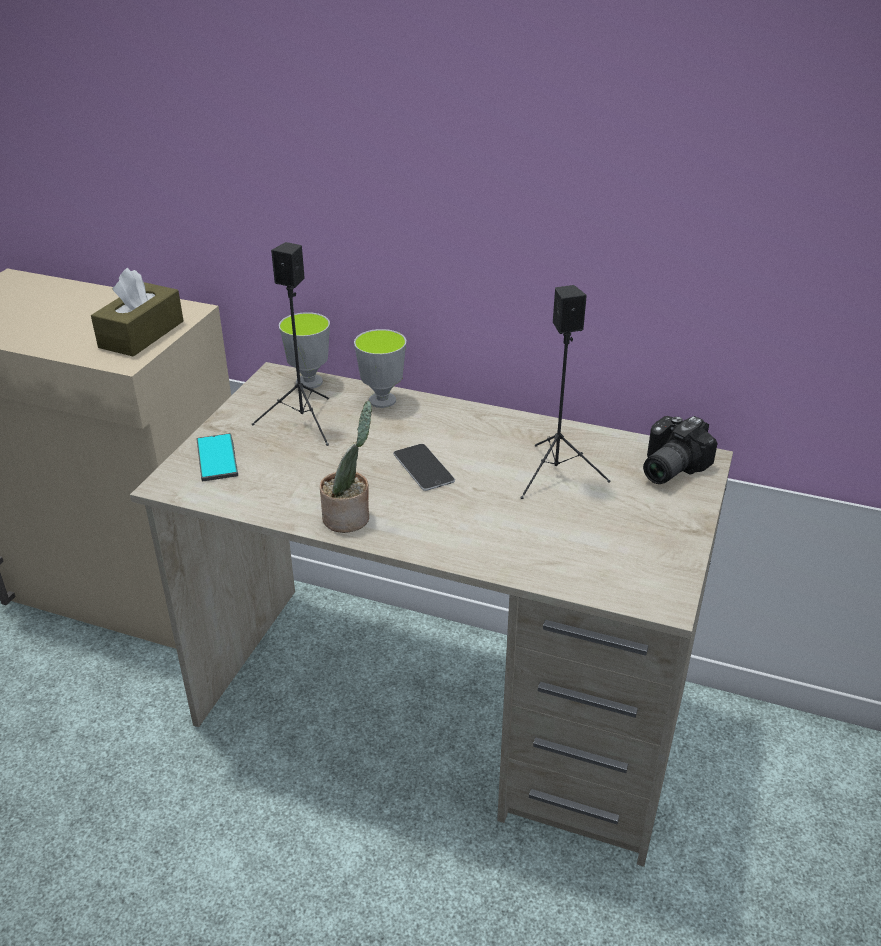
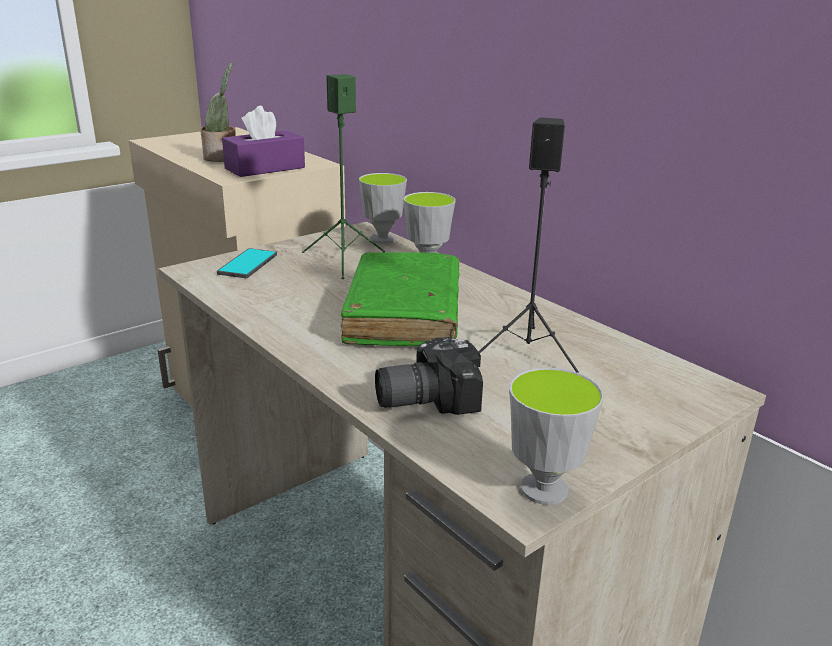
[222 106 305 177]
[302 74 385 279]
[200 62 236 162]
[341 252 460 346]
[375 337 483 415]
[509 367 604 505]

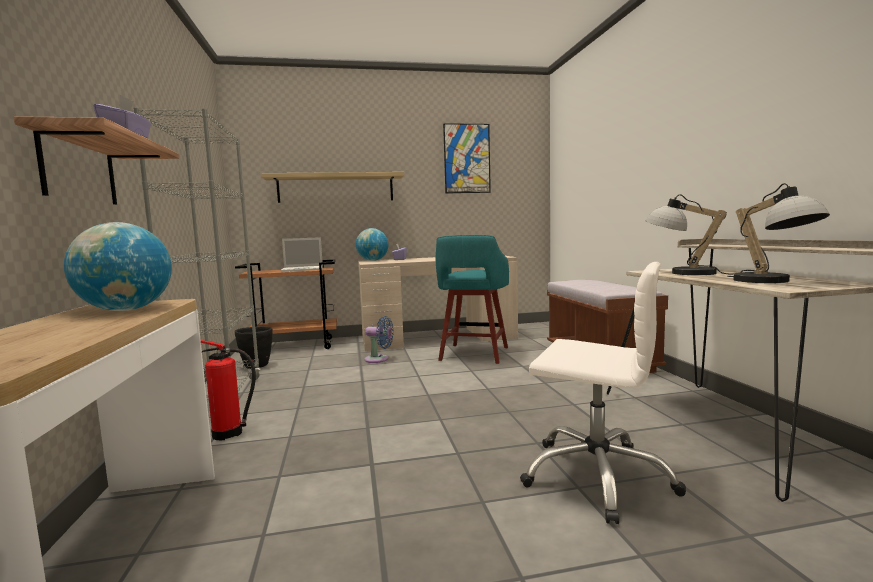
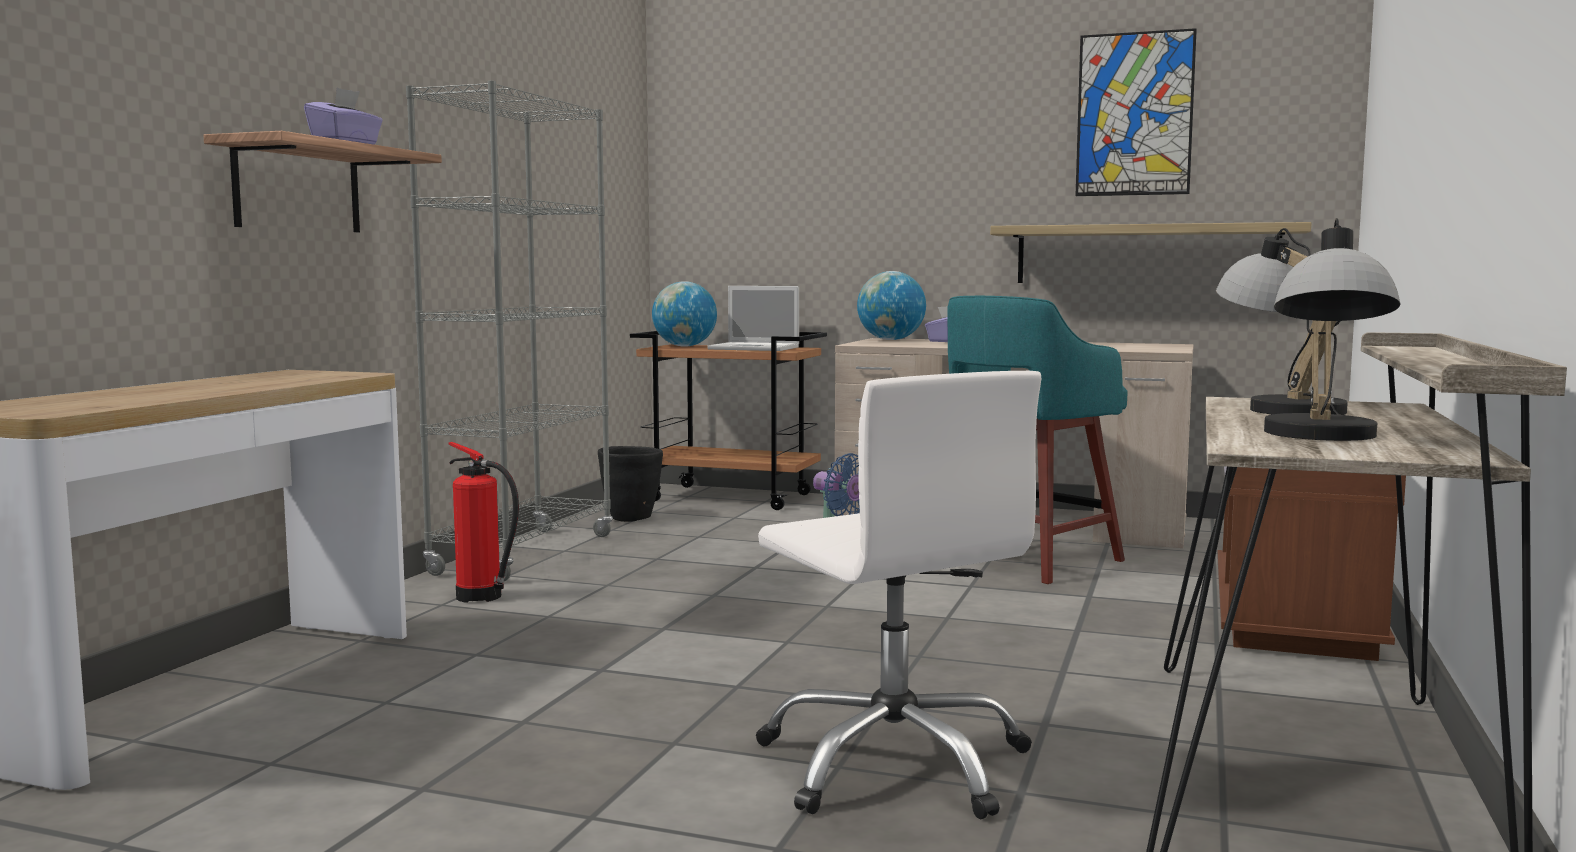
[652 281 717 347]
[990 222 1311 283]

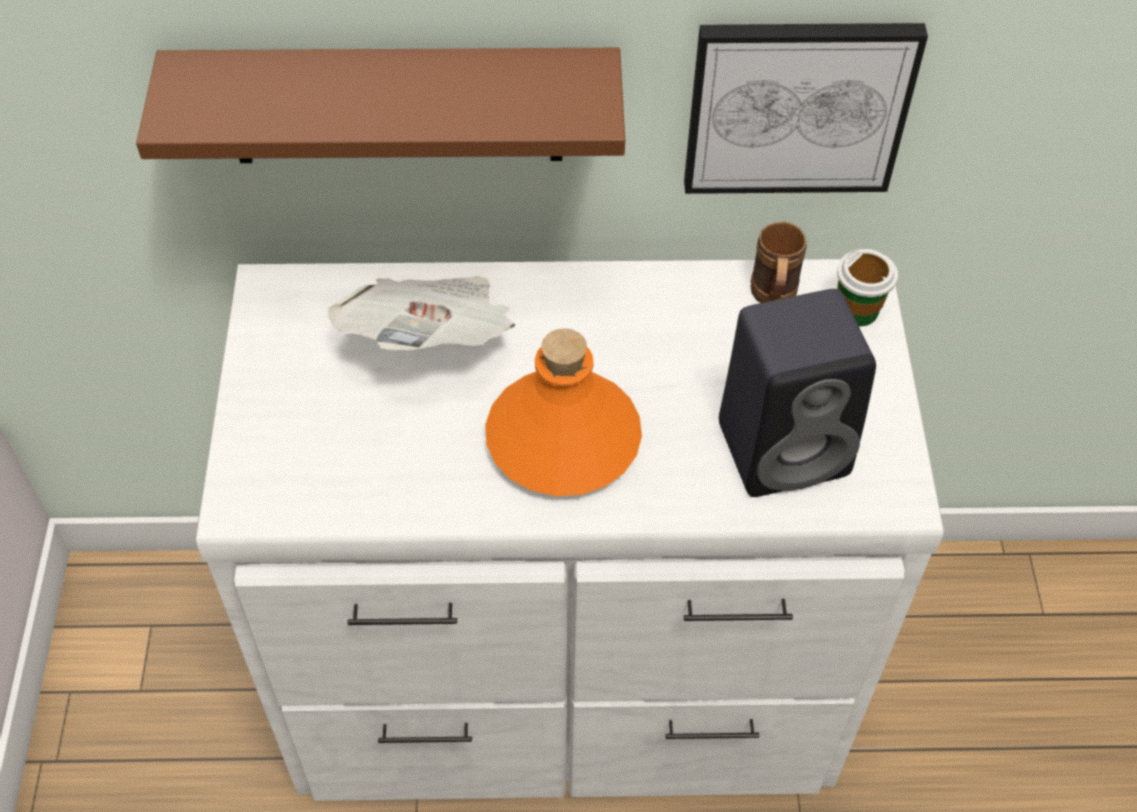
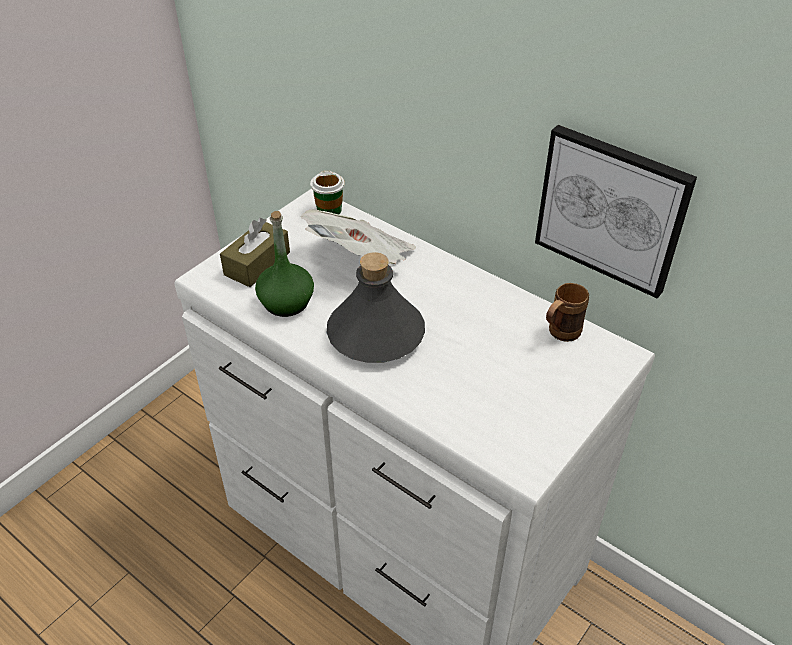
[136 48 625 163] (first image)
[327 252 425 363]
[719 289 876 497] (first image)
[310 170 345 214]
[220 218 290 287]
[255 211 314 317]

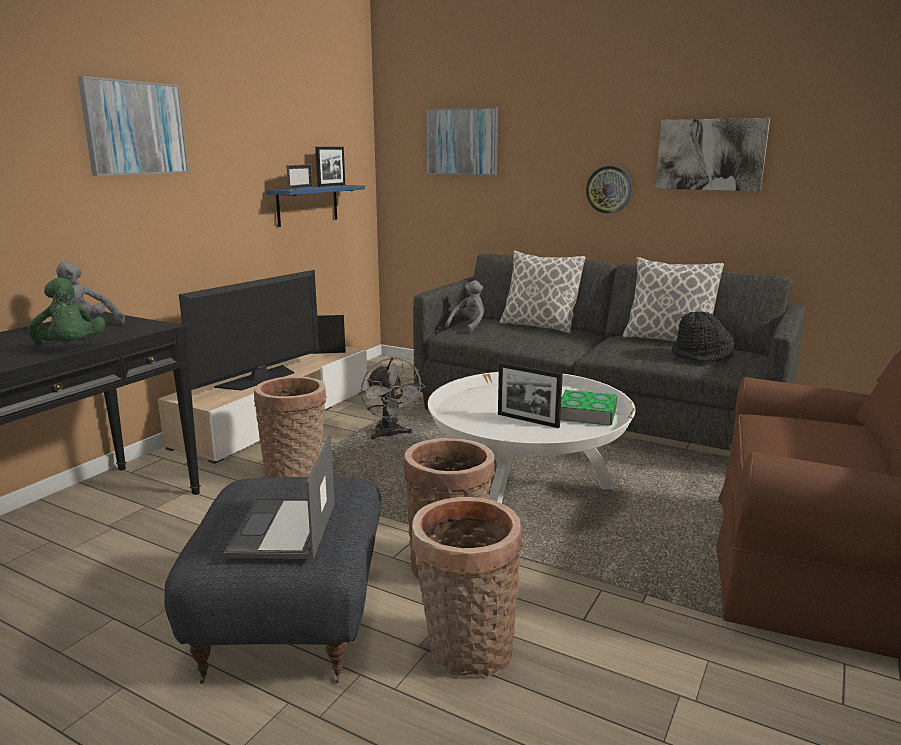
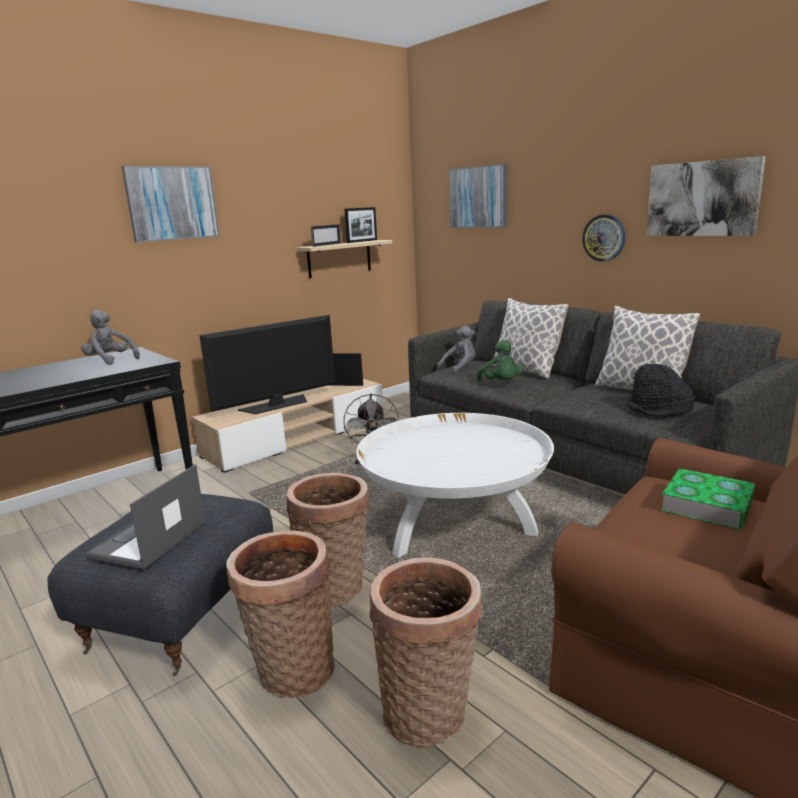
[477 340 524 381]
[369 557 483 747]
[296 240 392 278]
[498 362 563 428] (first image)
[661 468 755 530]

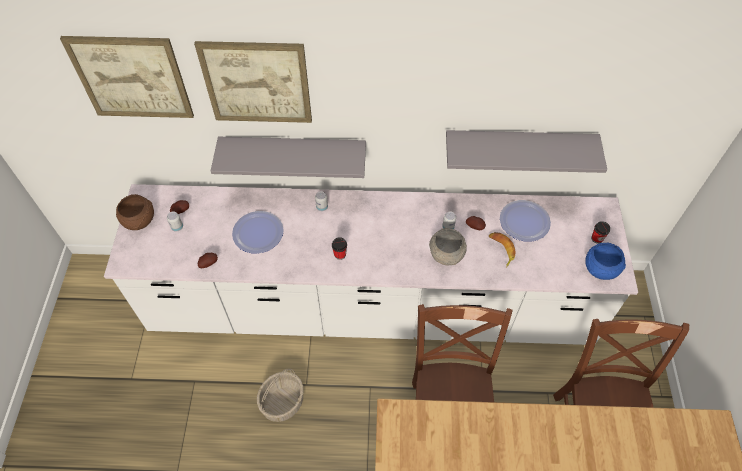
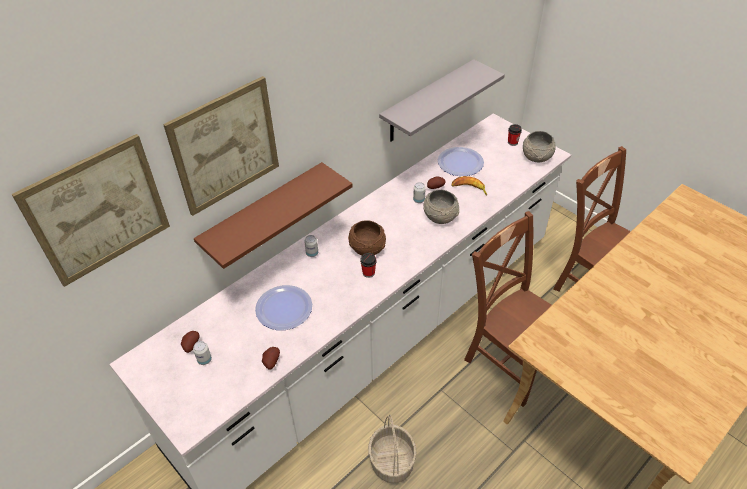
[348 220 386 255]
[194 162 353 269]
[523 131 556 162]

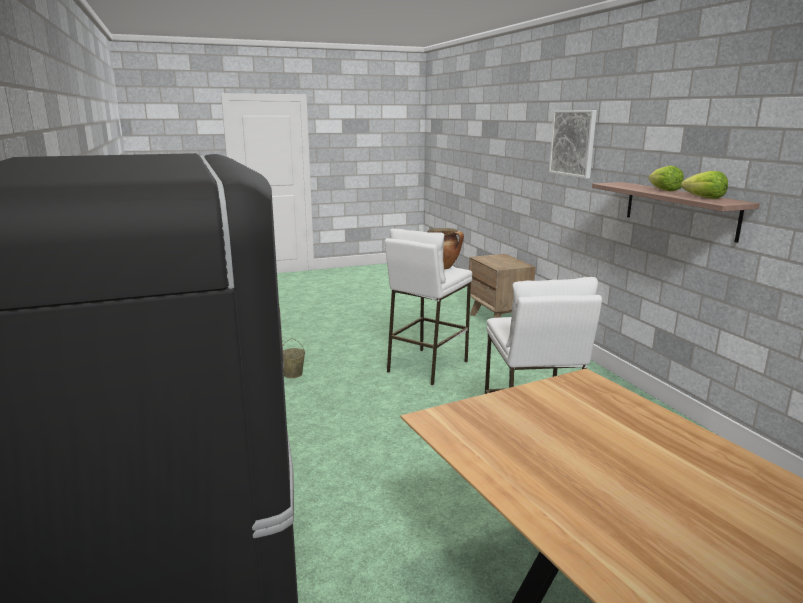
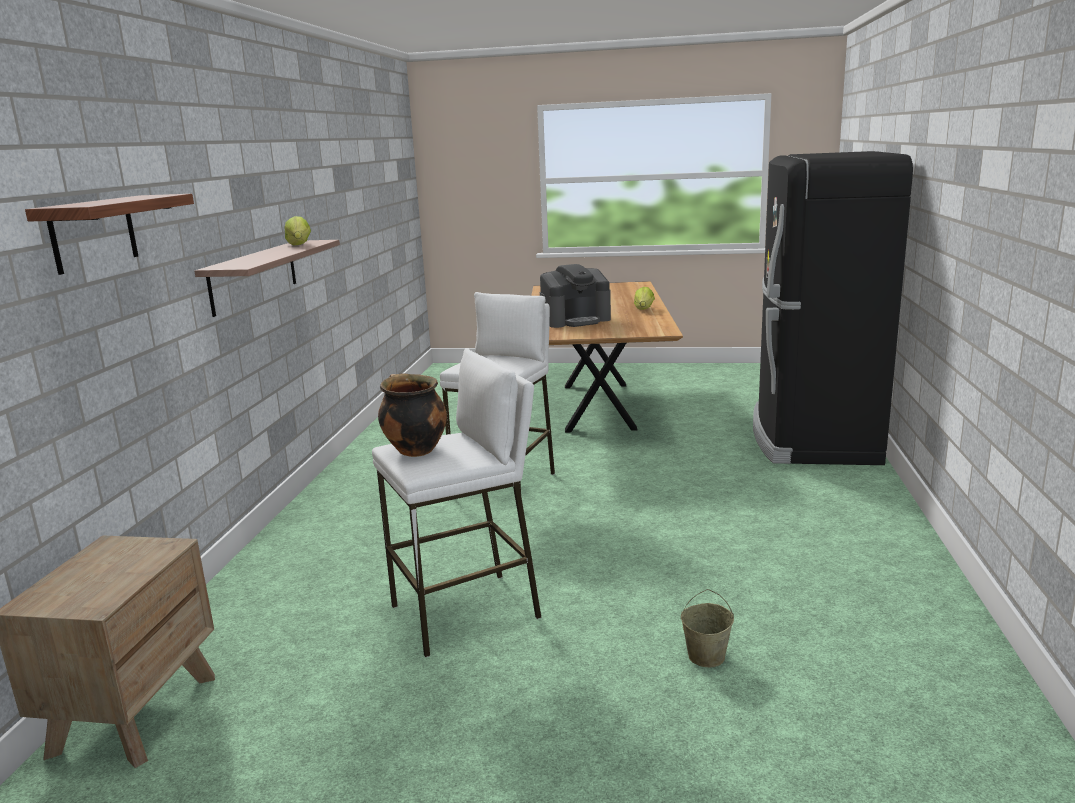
[25 194 194 275]
[634 287 655 310]
[540 264 611 328]

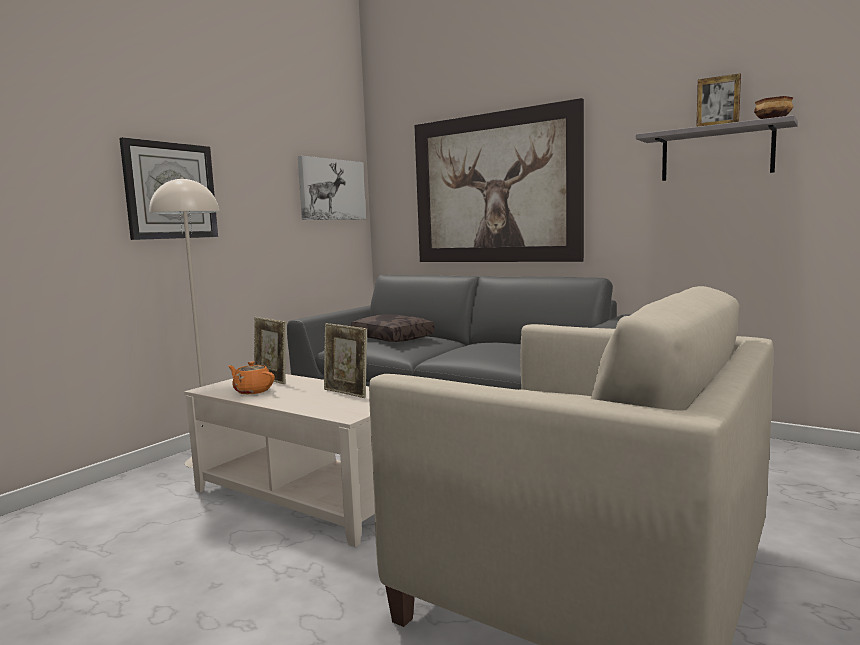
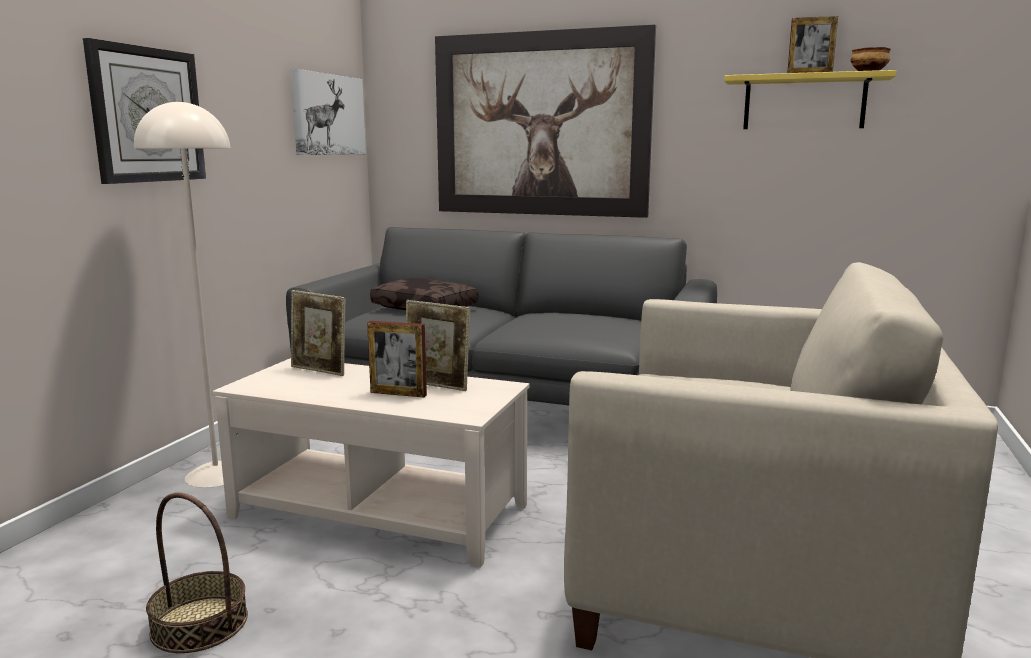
[228 361 275 394] (first image)
[724 70 897 129]
[146 492 248 653]
[367 321 427 397]

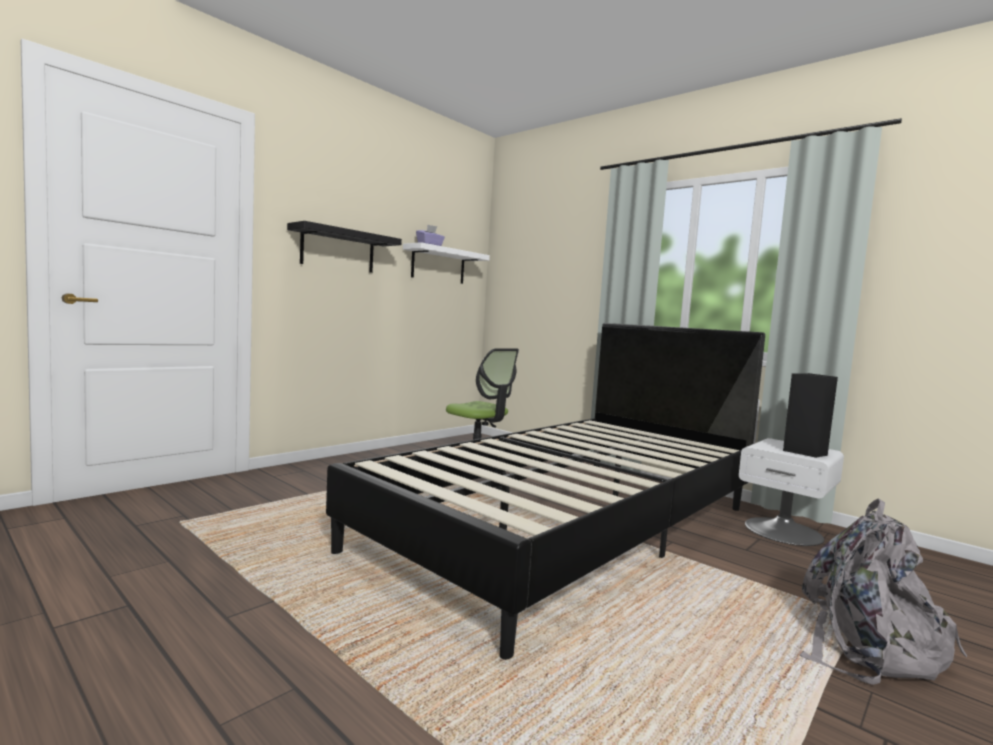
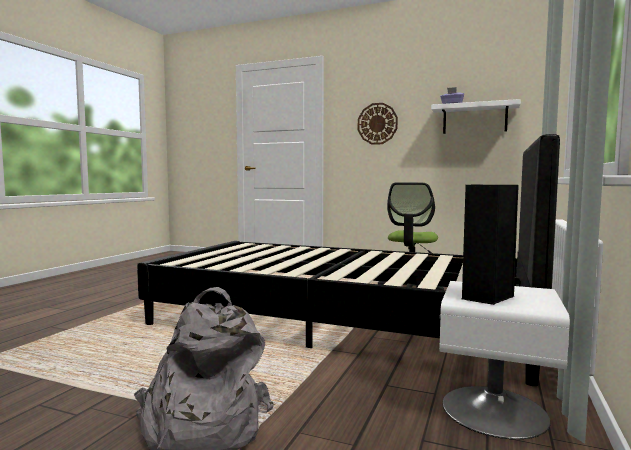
[358 103 398 145]

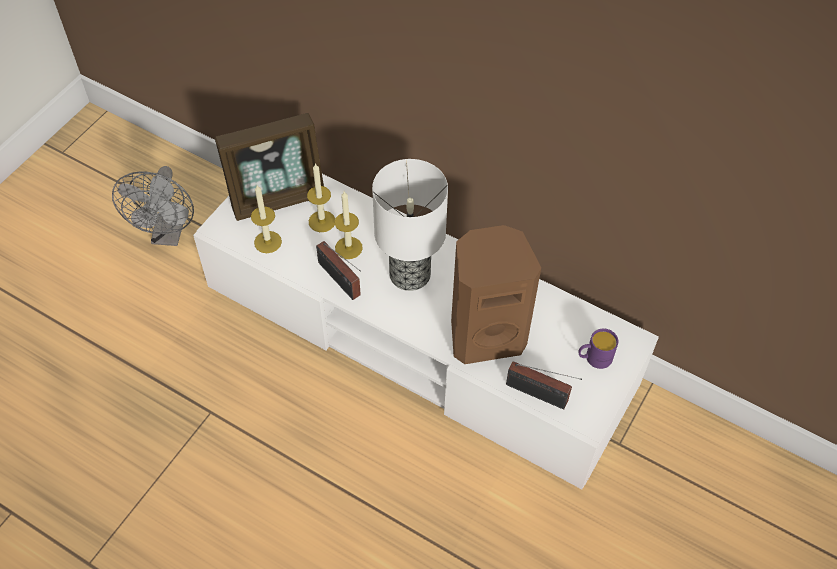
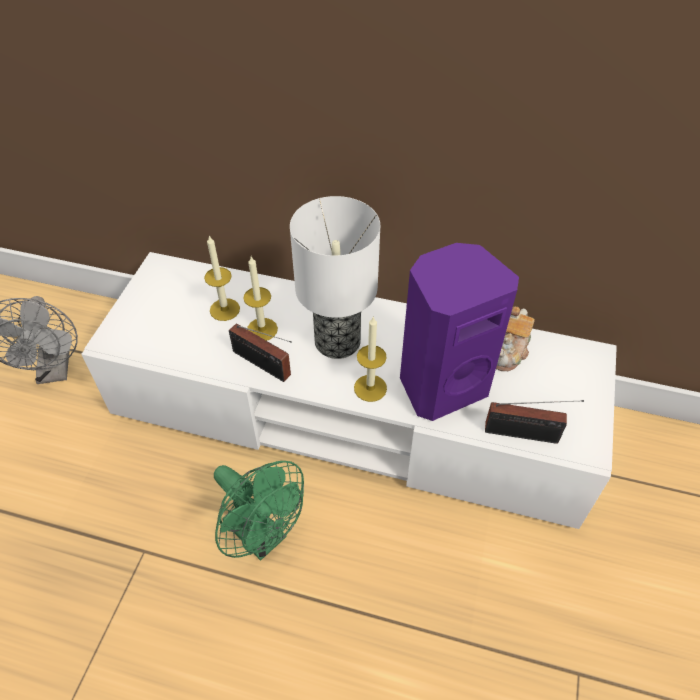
[215 113 324 221] (first image)
[354 317 387 402]
[400 243 519 421]
[578 328 618 369] (first image)
[214 461 304 561]
[496 307 535 371]

